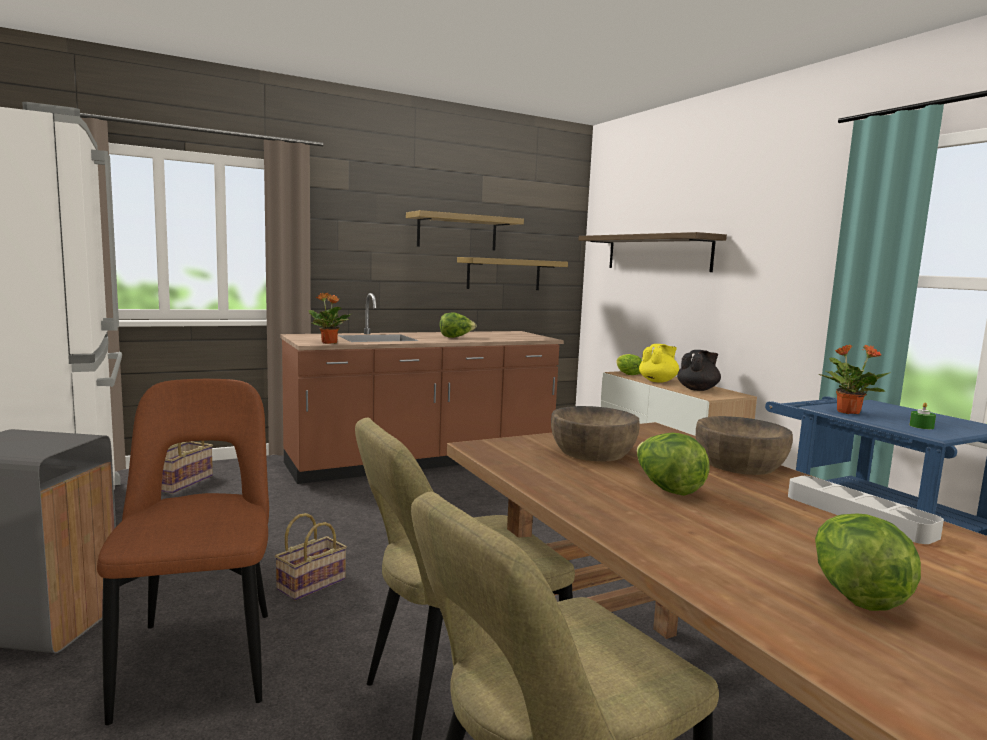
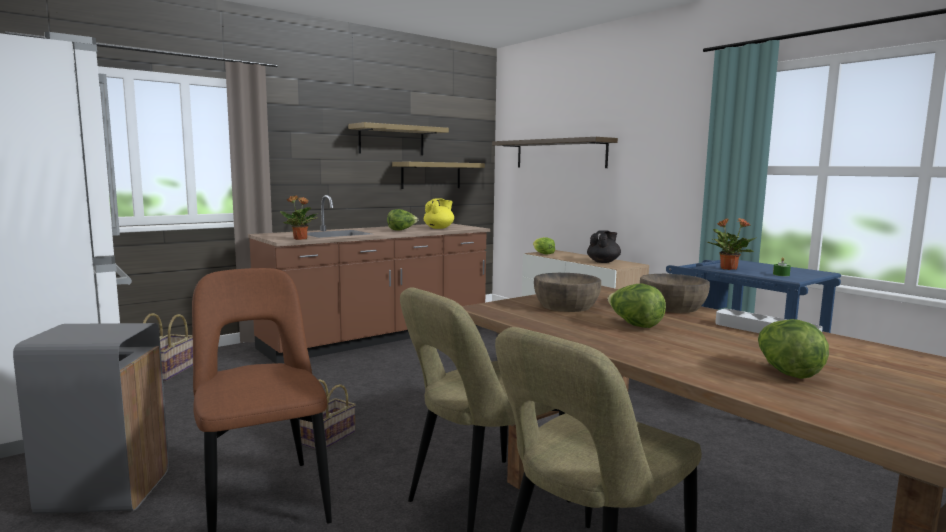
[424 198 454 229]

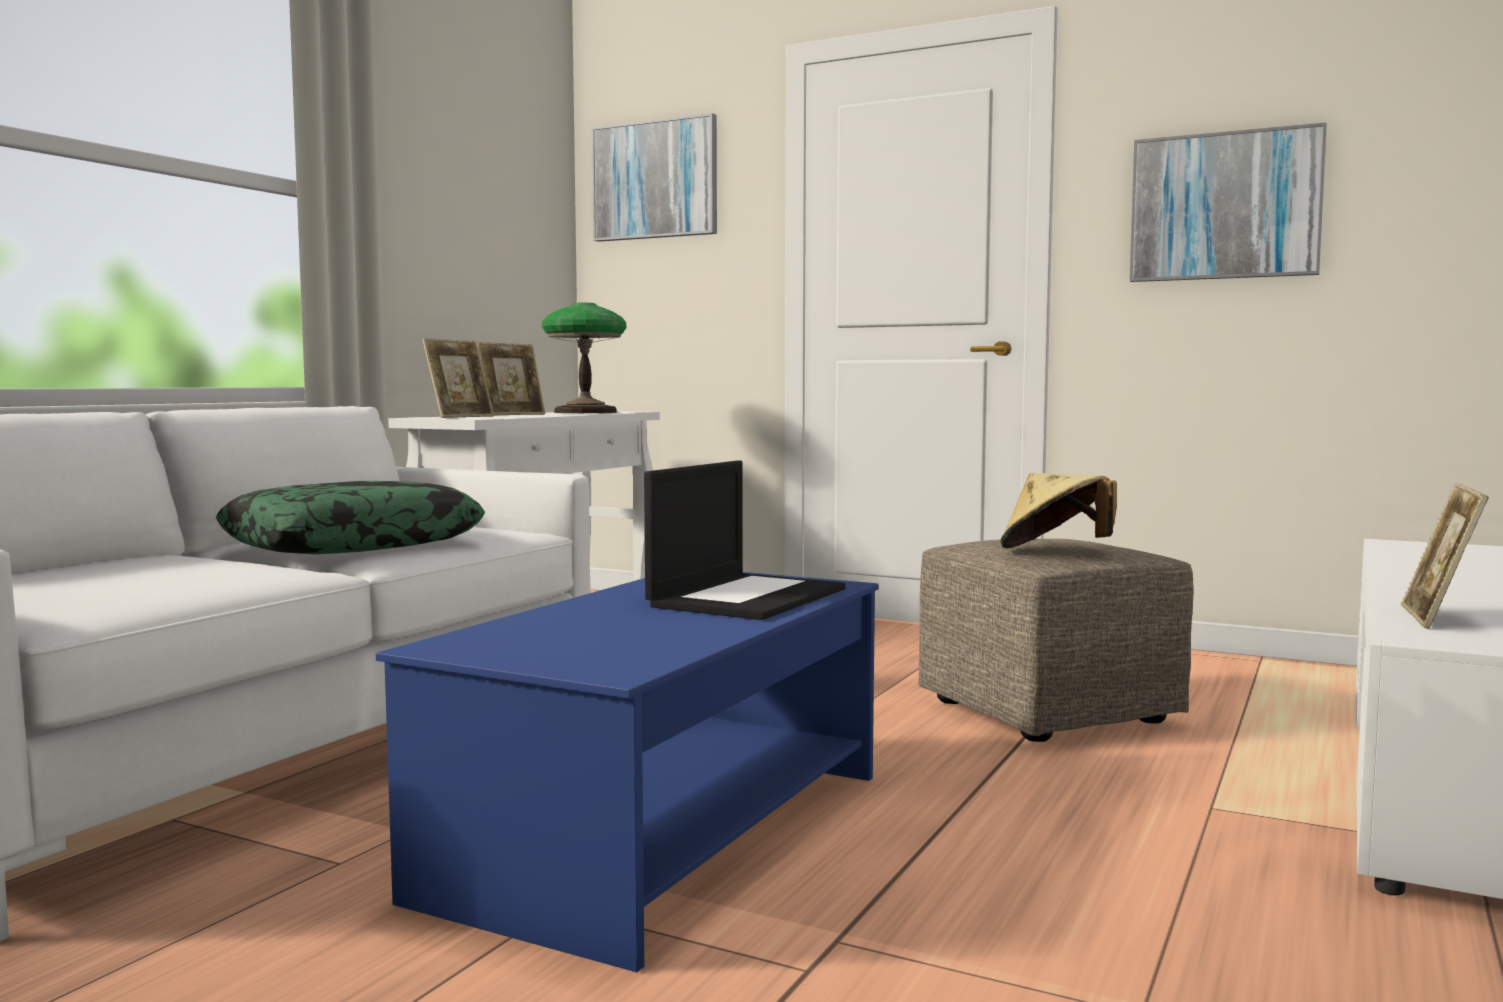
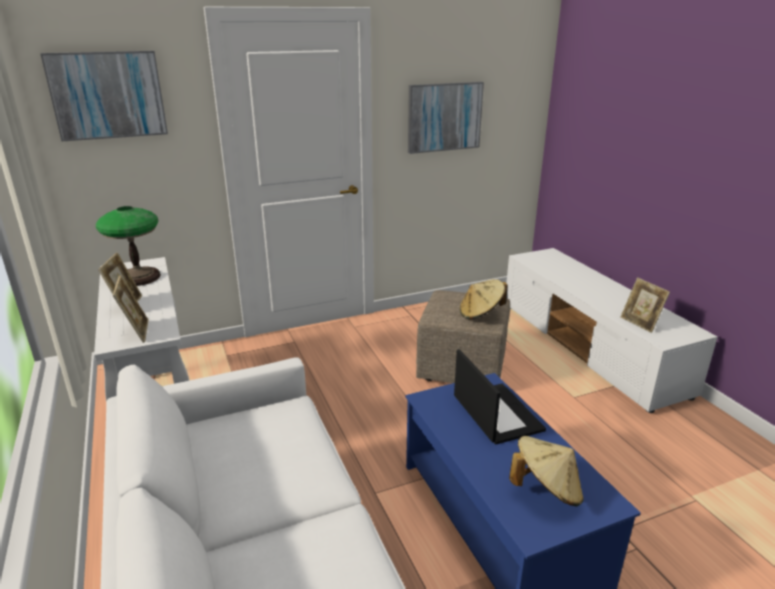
[216 481 485 554] (first image)
[509 436 583 506]

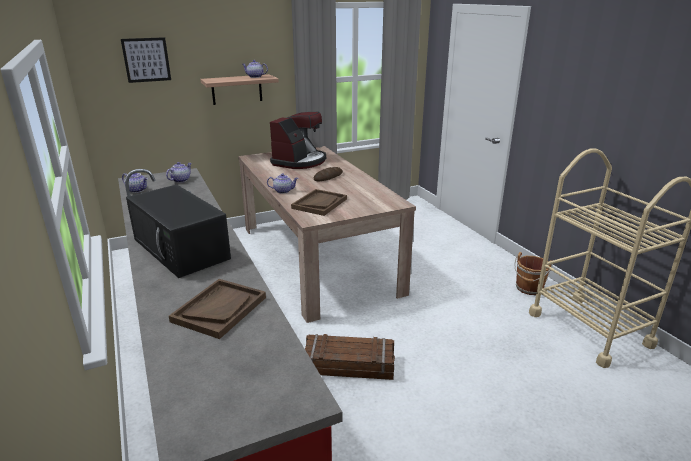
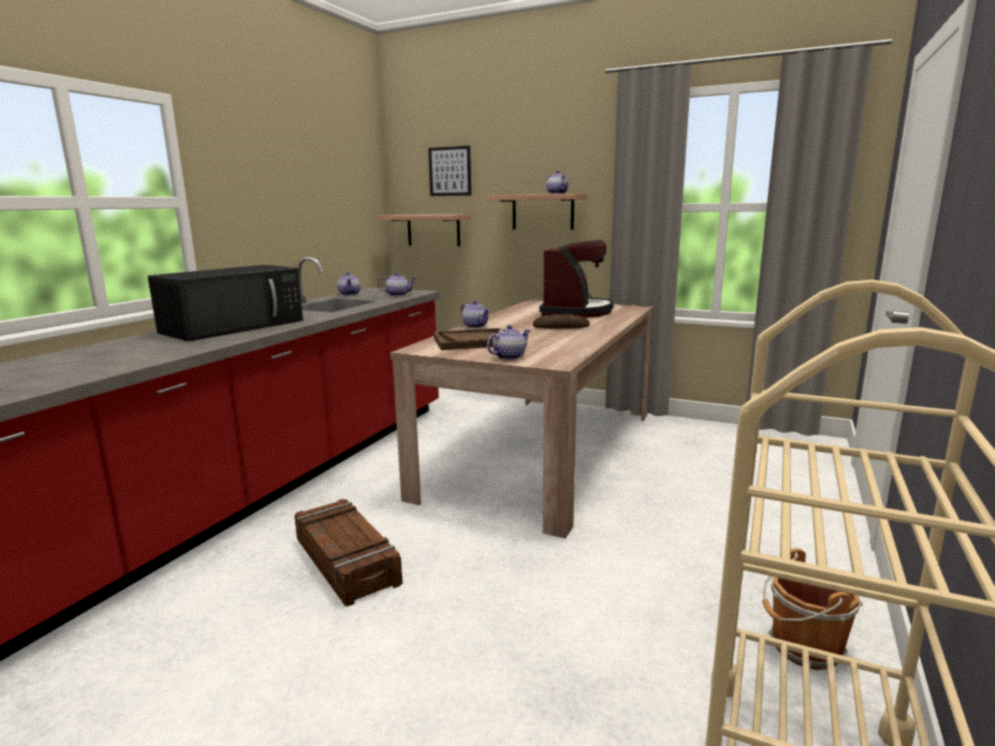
[148 265 303 342]
[169 279 266 339] (first image)
[540 240 614 318]
[378 214 470 247]
[487 325 530 360]

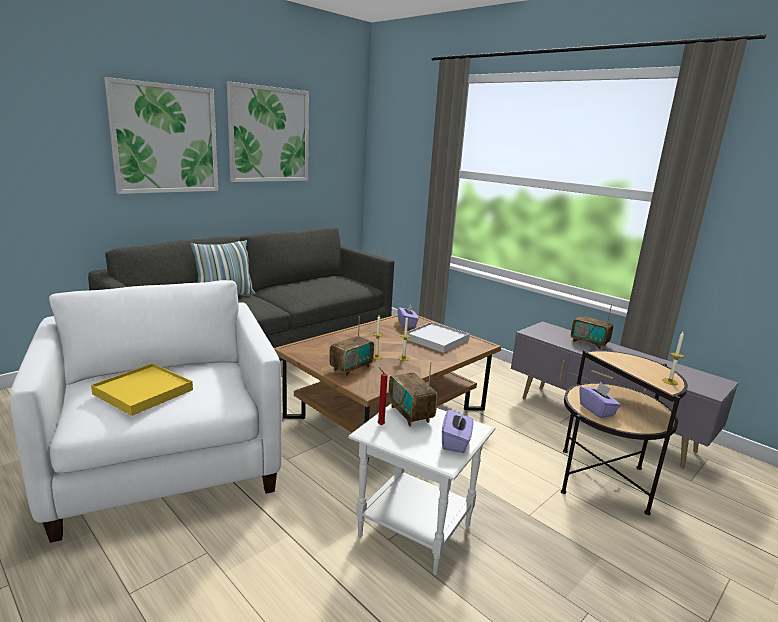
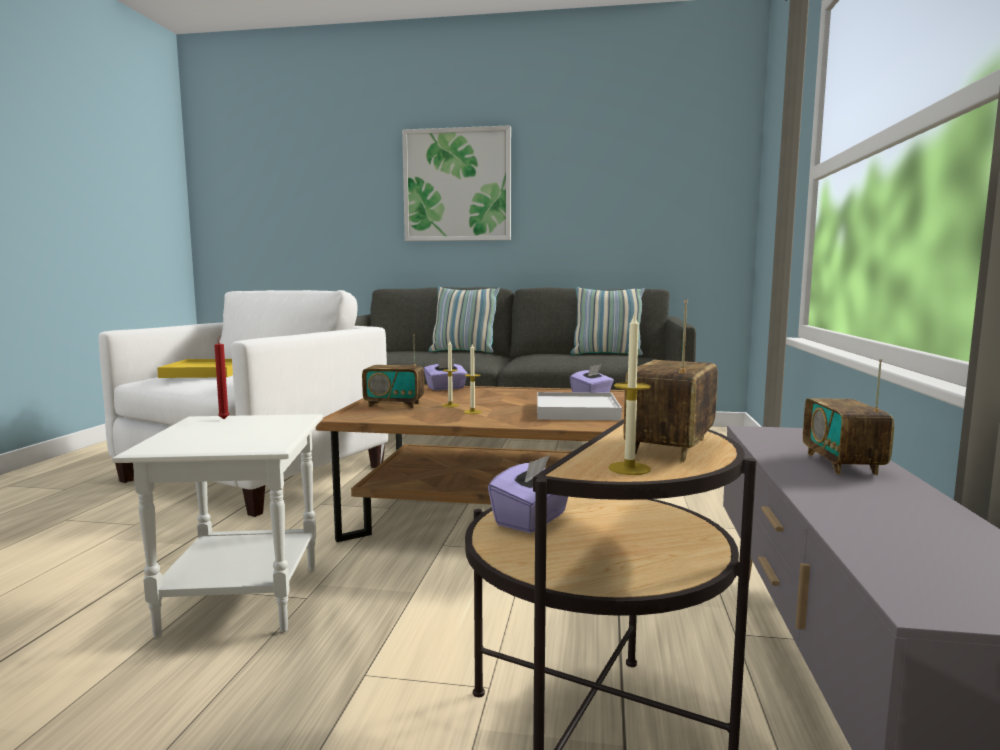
[227 82 309 182] (first image)
[624 300 718 462]
[424 358 468 390]
[571 287 645 355]

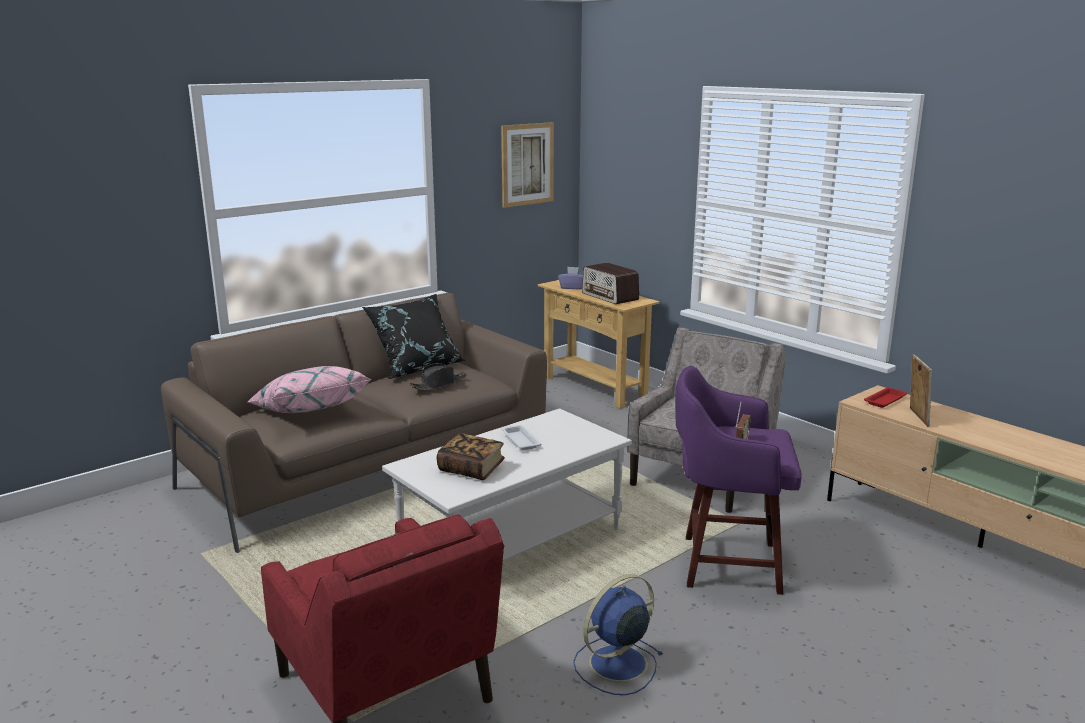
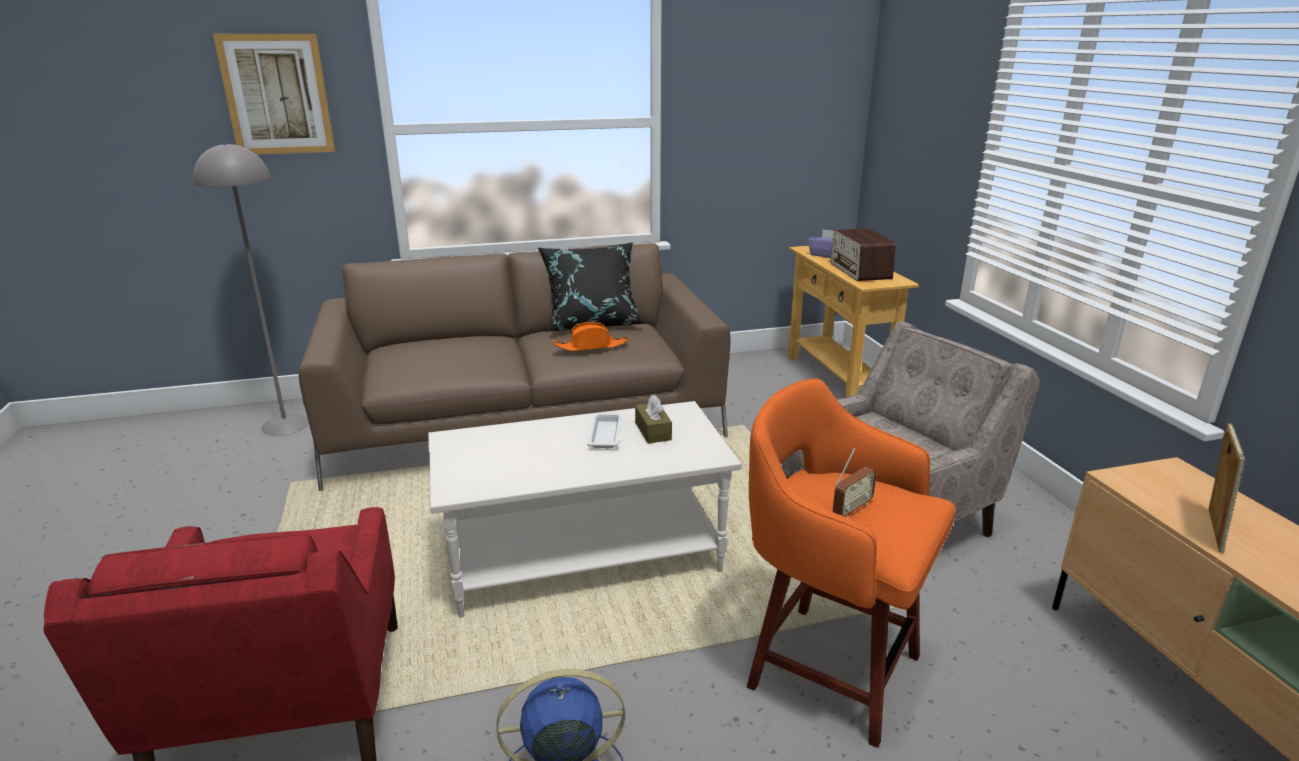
[248 366 371 413] (first image)
[552 322 629 351]
[436 433 505 480] (first image)
[213 34 335 155]
[747 378 956 748]
[864 387 908 408] (first image)
[193 142 309 436]
[635 395 672 443]

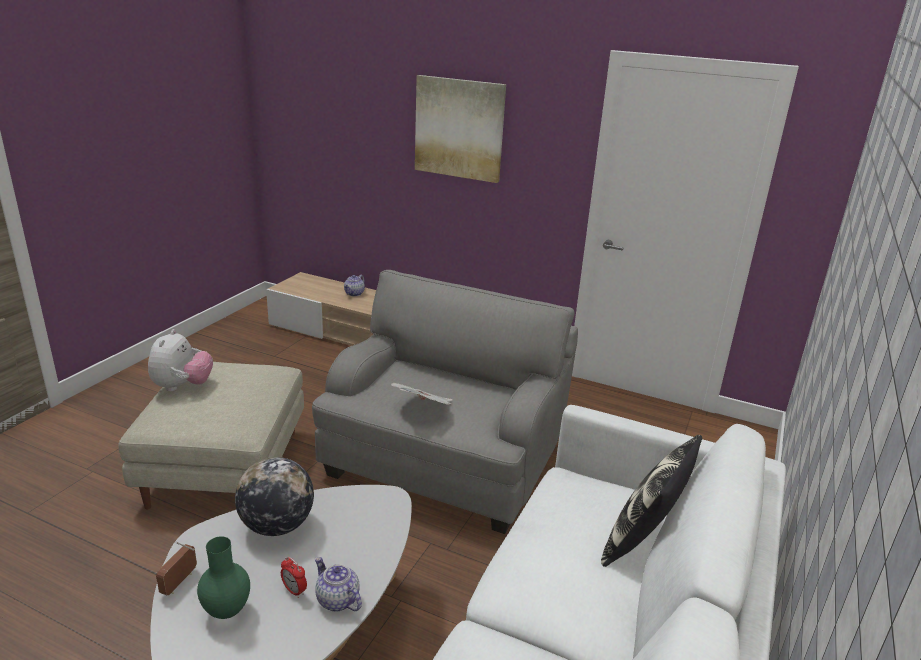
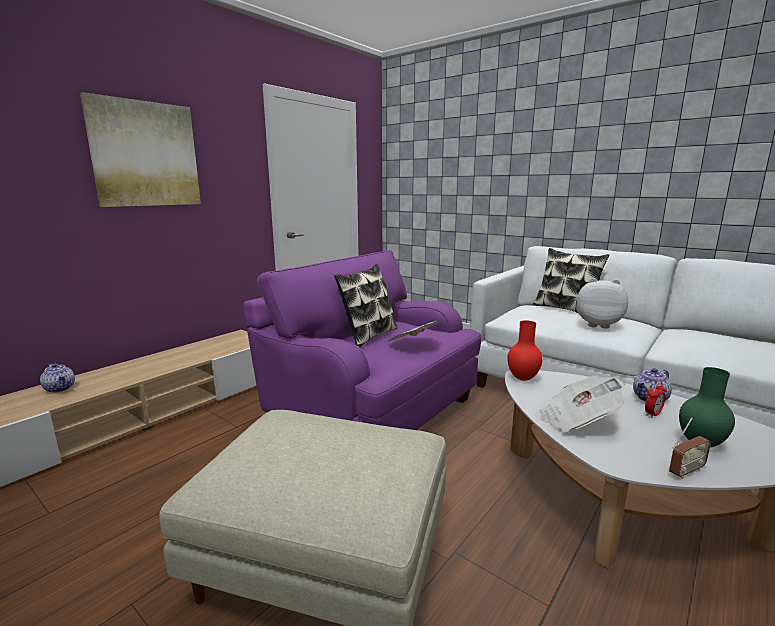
[576 278 629 329]
[669 417 711 479]
[536 375 625 432]
[243 250 481 430]
[334 264 398 347]
[507 320 543 381]

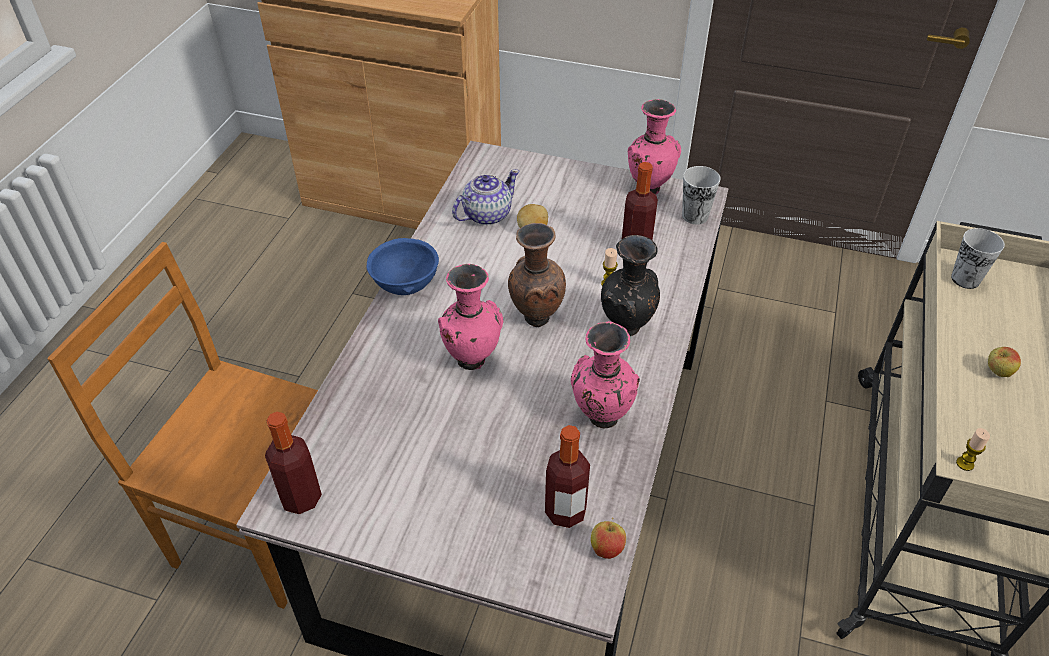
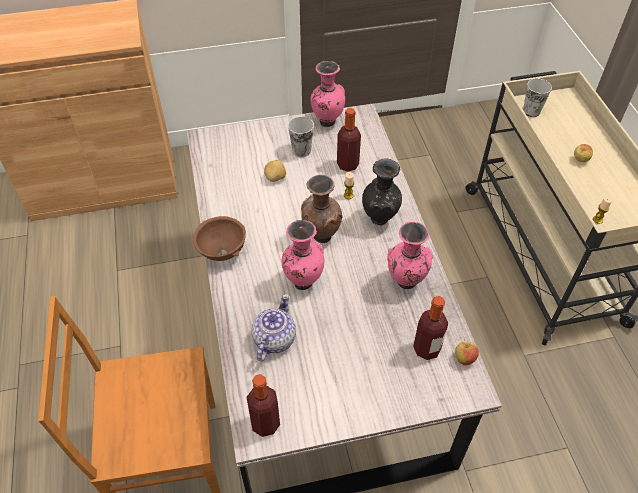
[193 216 246 261]
[252 294 296 361]
[288 117 314 157]

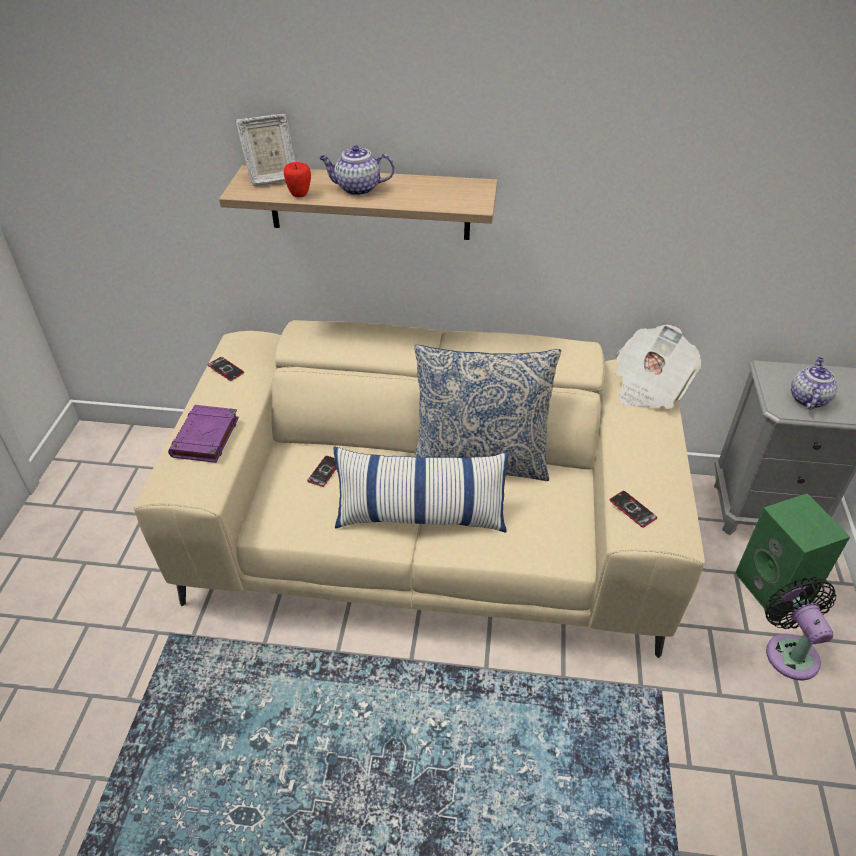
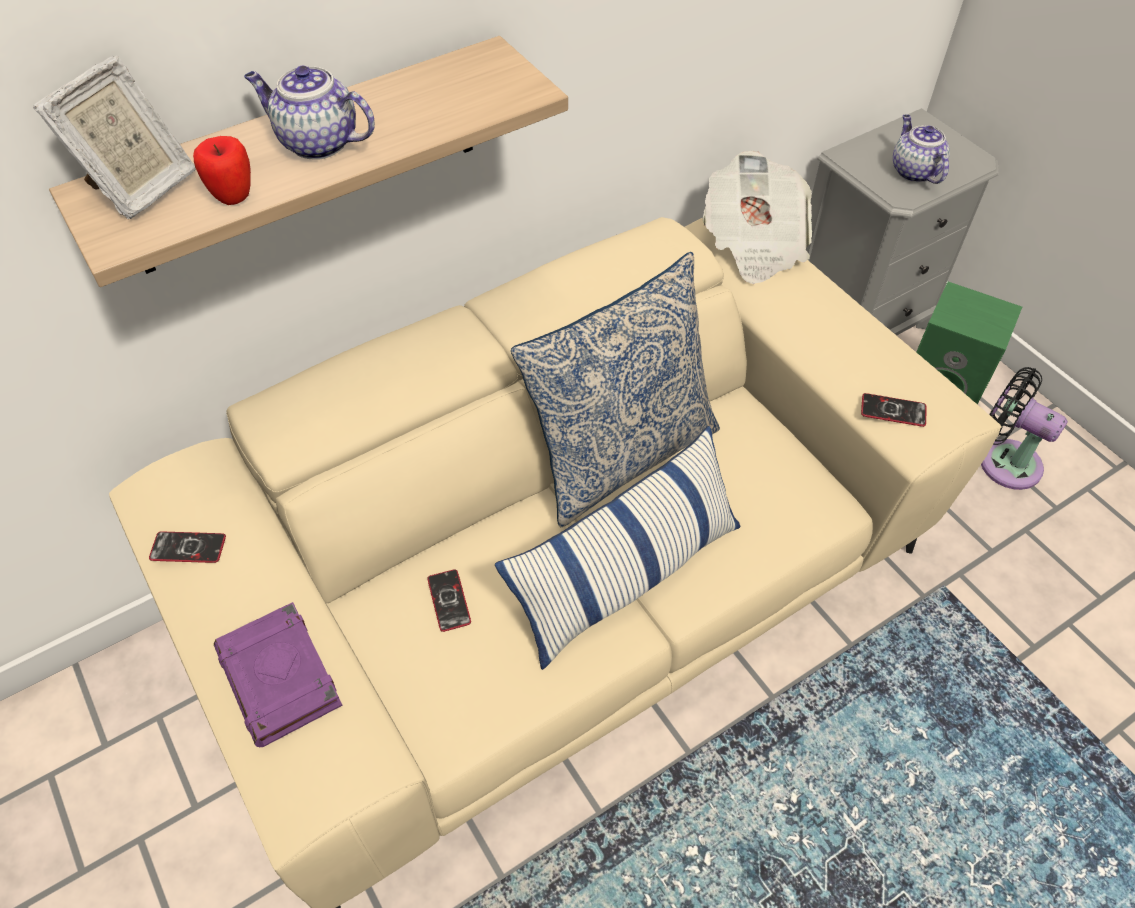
[244 66 375 160]

